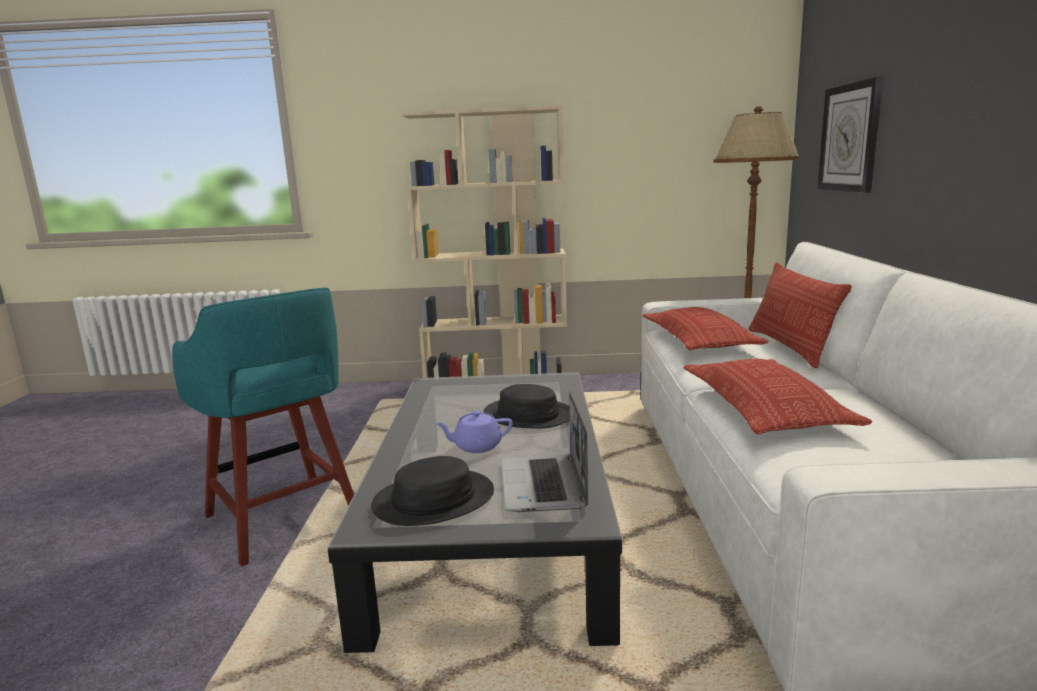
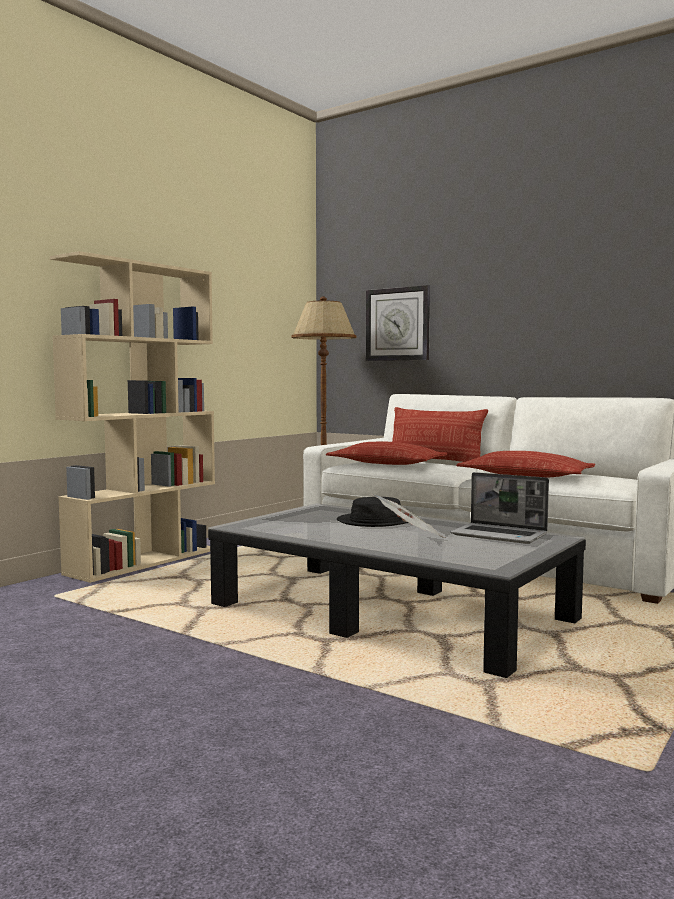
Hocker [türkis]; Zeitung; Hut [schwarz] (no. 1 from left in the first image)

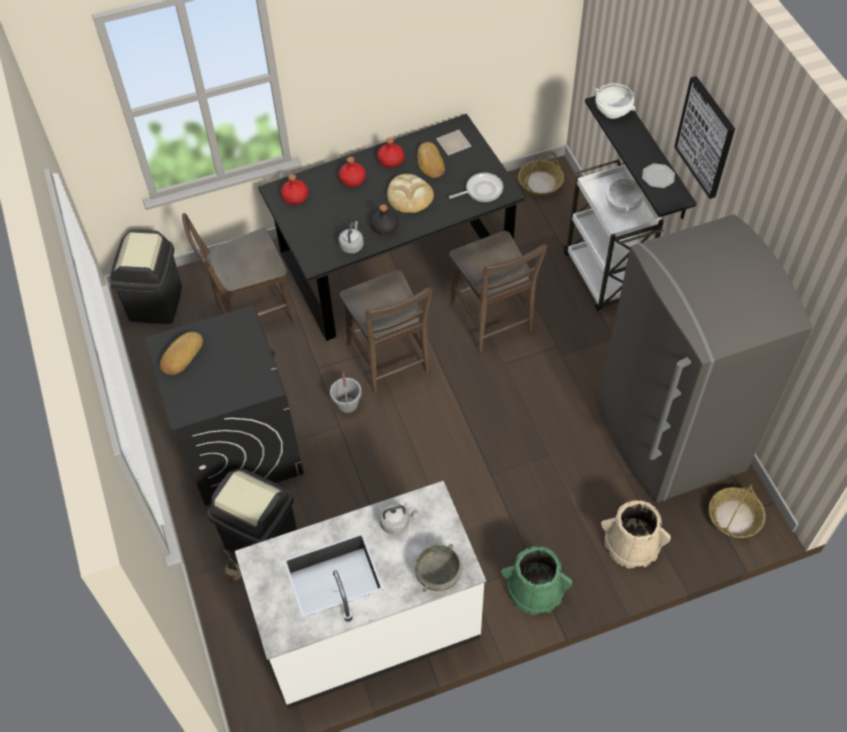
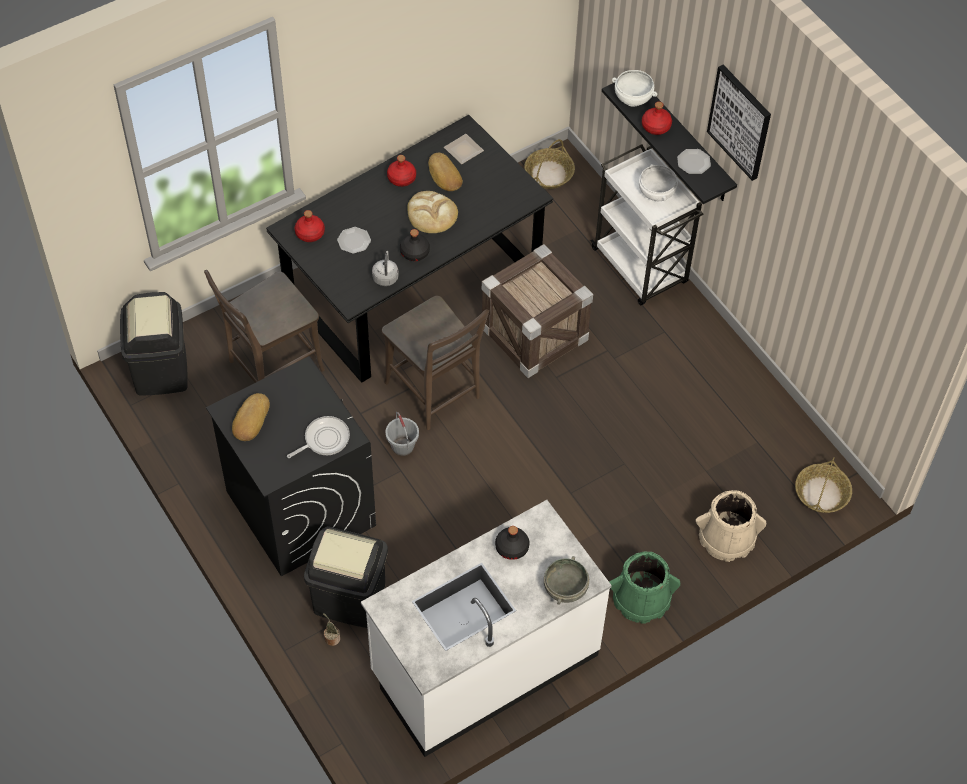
Flasche [rot] (no. 3 from left); Pfanne; Kühlschrank [grau]; Kiste; Flasche [schwarz] (no. 2 from left); Teller (no. 1 from left)

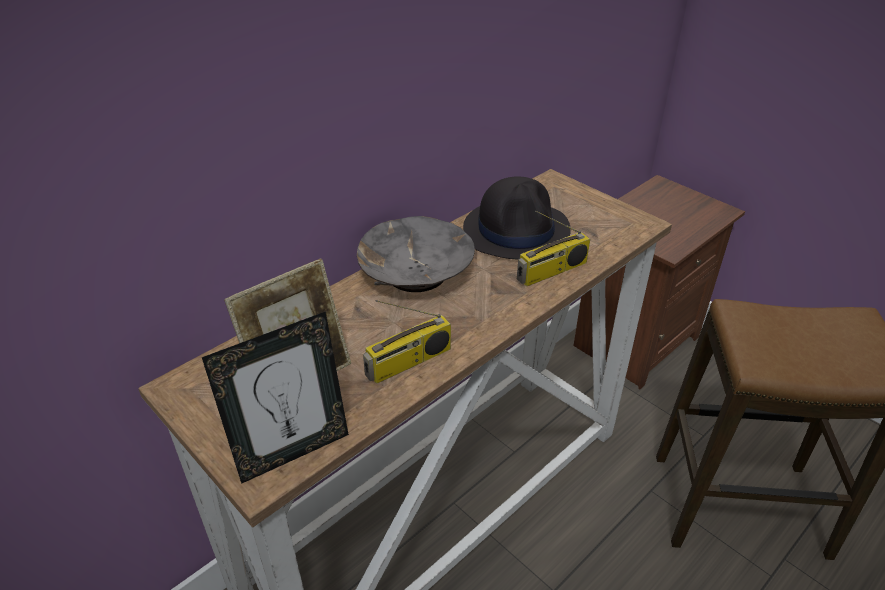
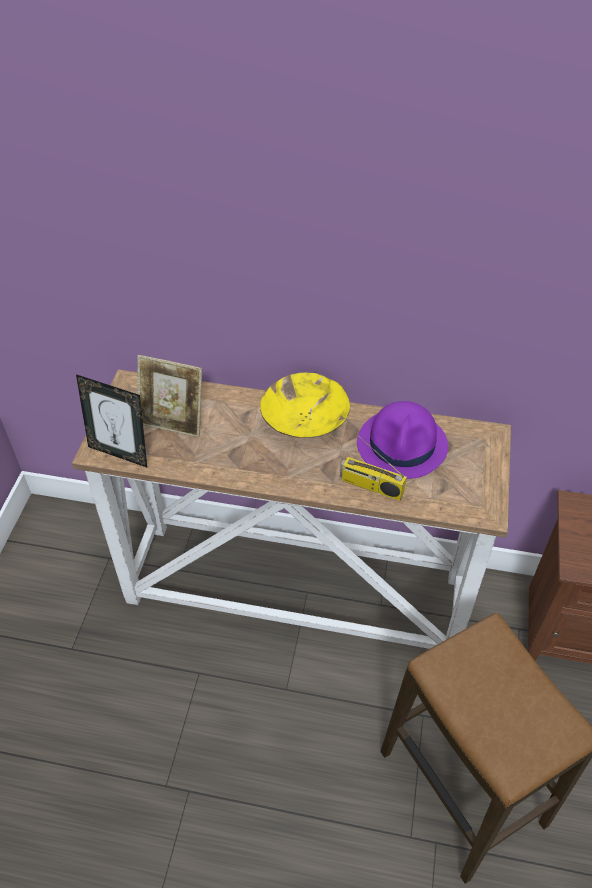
Hut [lila]; Schüssel [gelb]; Radio (no. 1 from left in the first image)

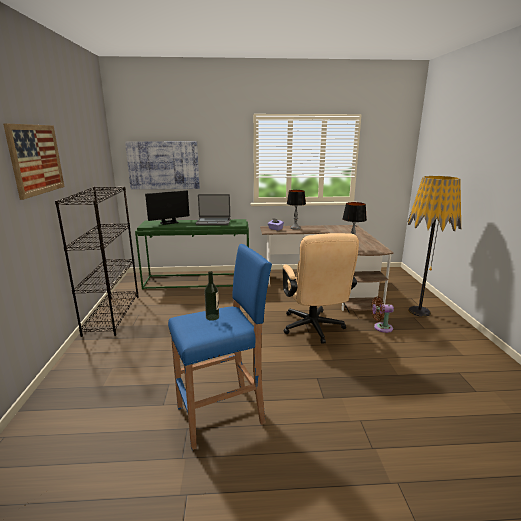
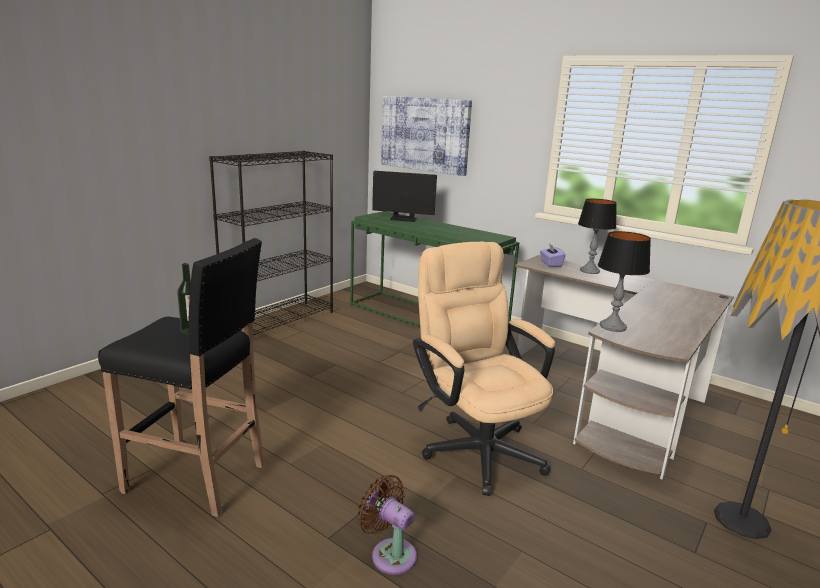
Bild (no. 1 from left in the first image); Laptop; Bürostuhl [beige]; Hocker [schwarz]; Ventilator [braun]

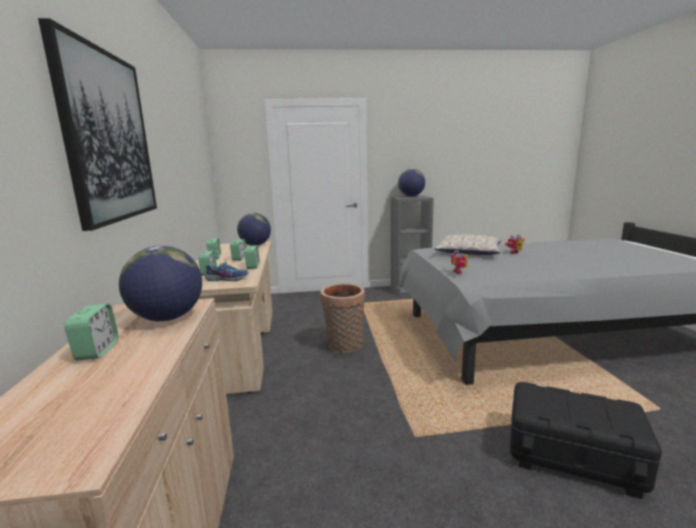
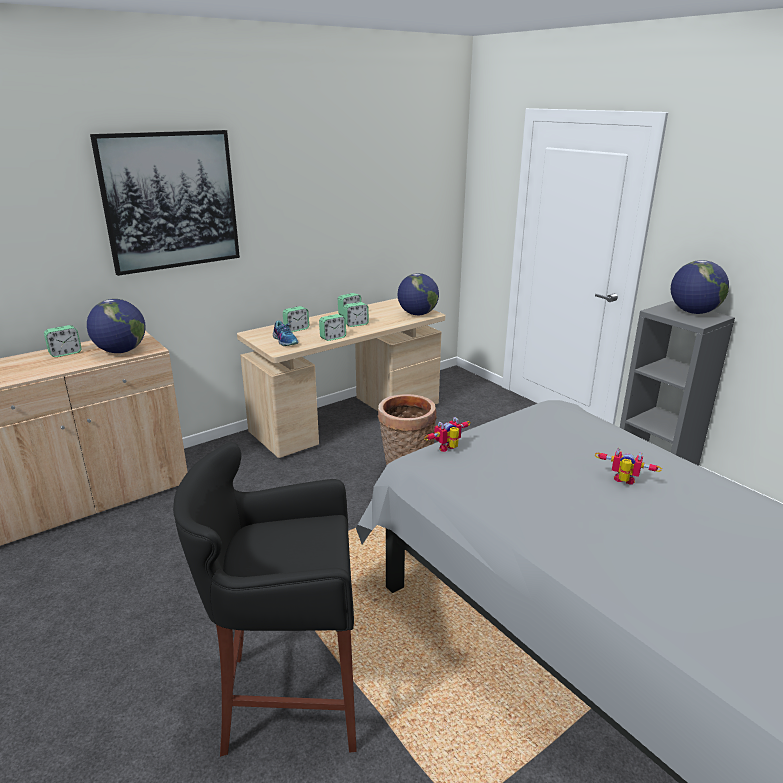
Kissen; Hocker [schwarz]

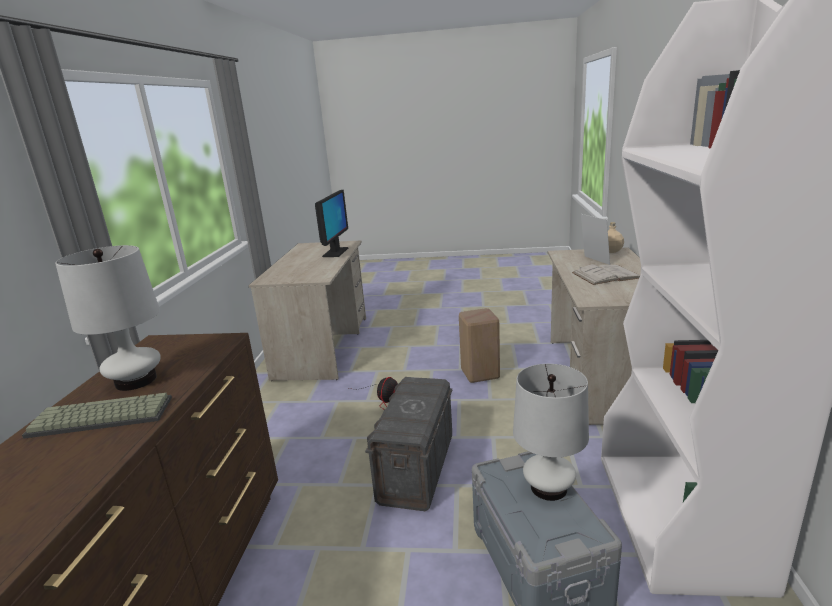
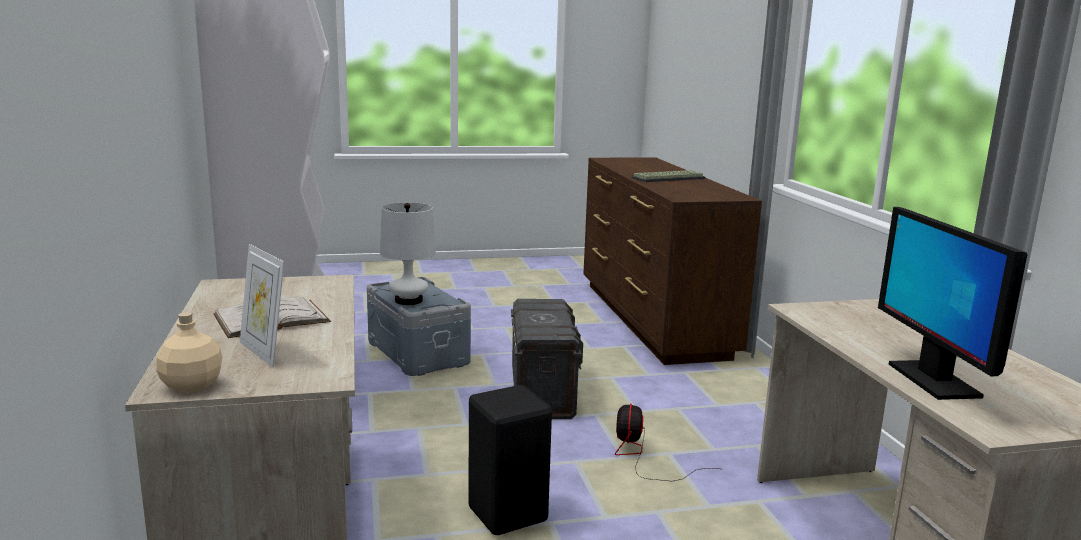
Tischlampe [weiß] (no. 1 from left in the first image); Hocker [schwarz]

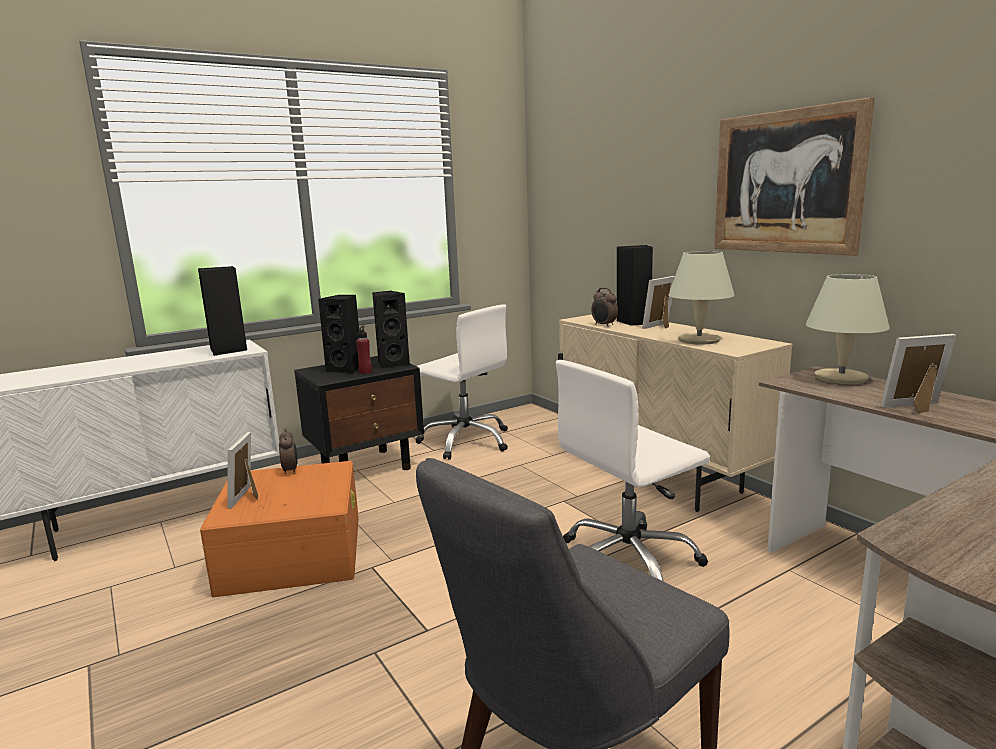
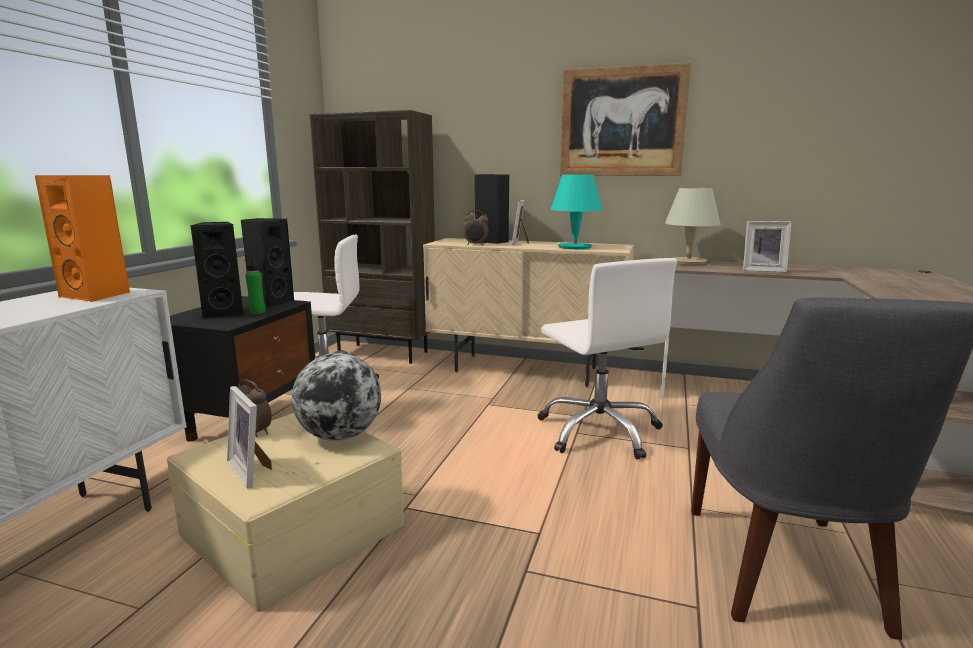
Tischlampe [türkis]; Lautsprecher [orange]; Flasche [grün]; Bilderrahmen (no. 3 from left); Bürostuhl [weiß] (no. 2 from left); Aufbewahrungsbox [beige]; Bücherregal [braun]; Globus

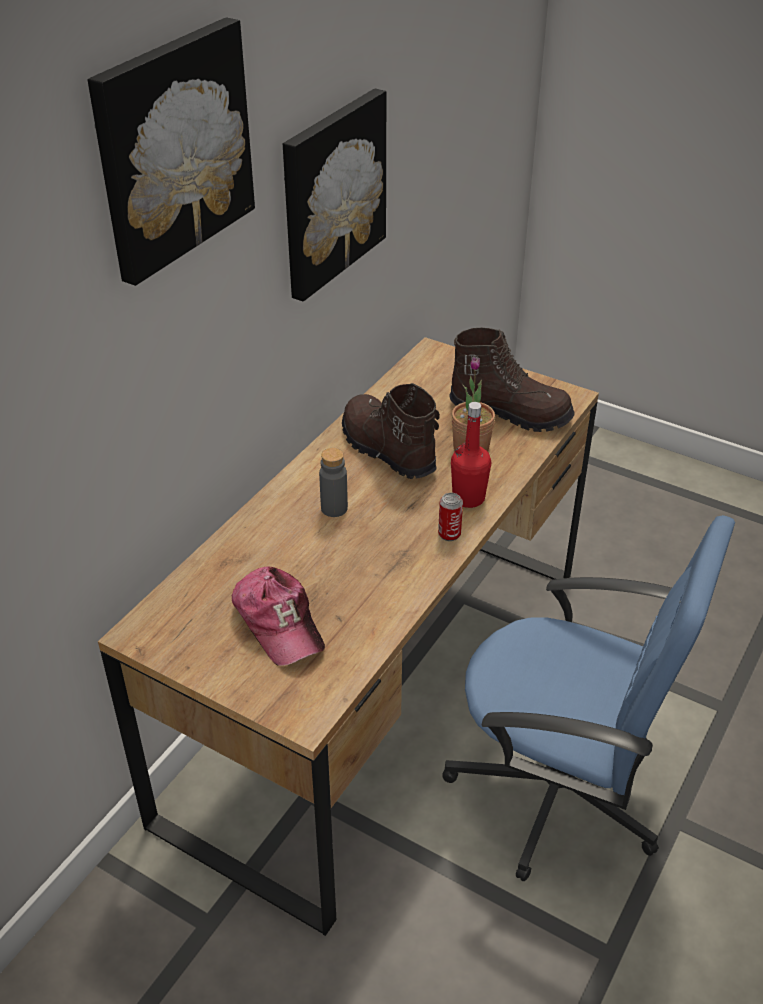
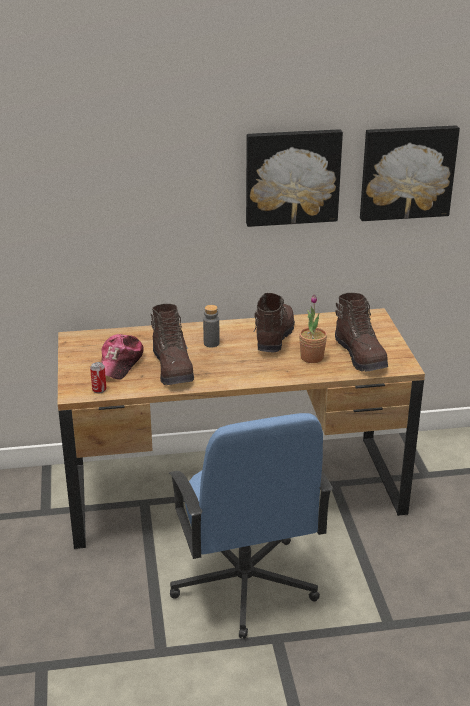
Bild (no. 2 from left); Flasche [rot]; Dose; Stiefel [braun] (no. 1 from left)

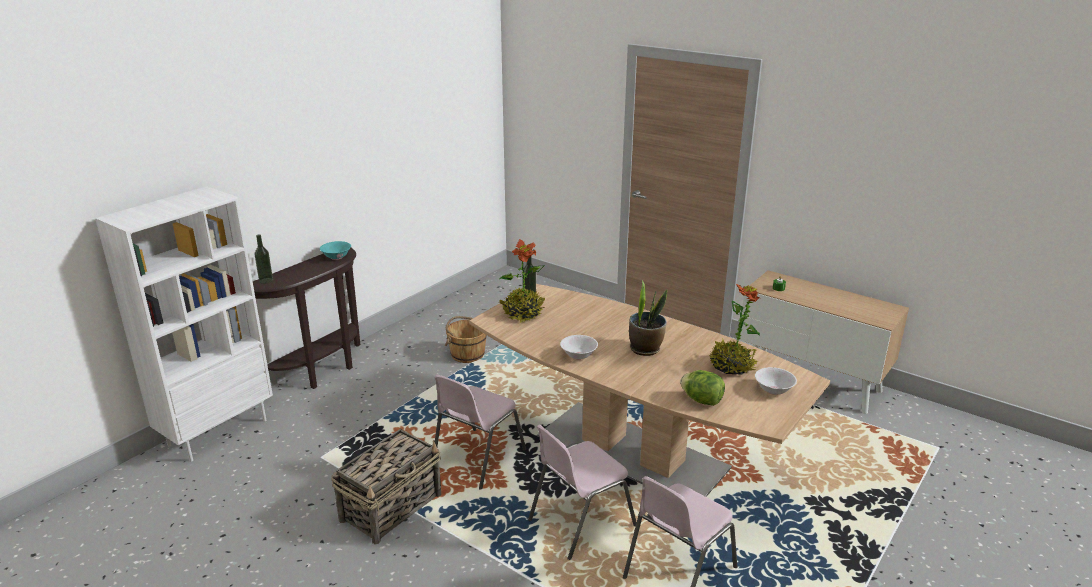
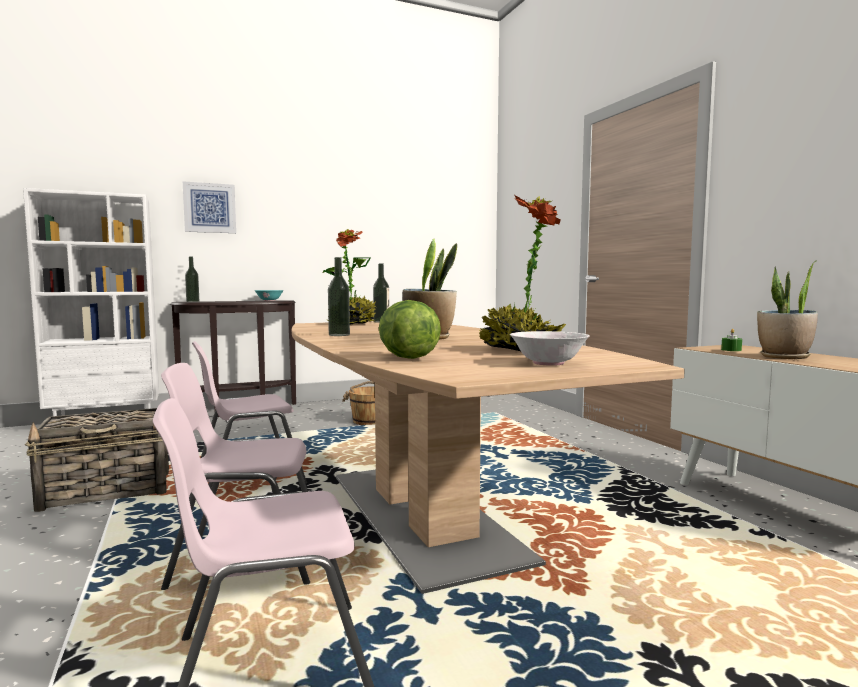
Flasche (no. 2 from left); Bild; Topfpflanze (no. 4 from left)

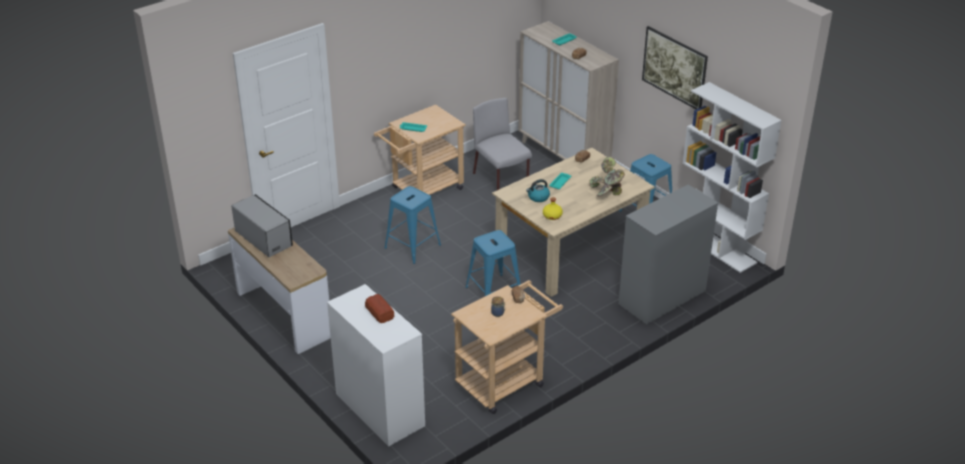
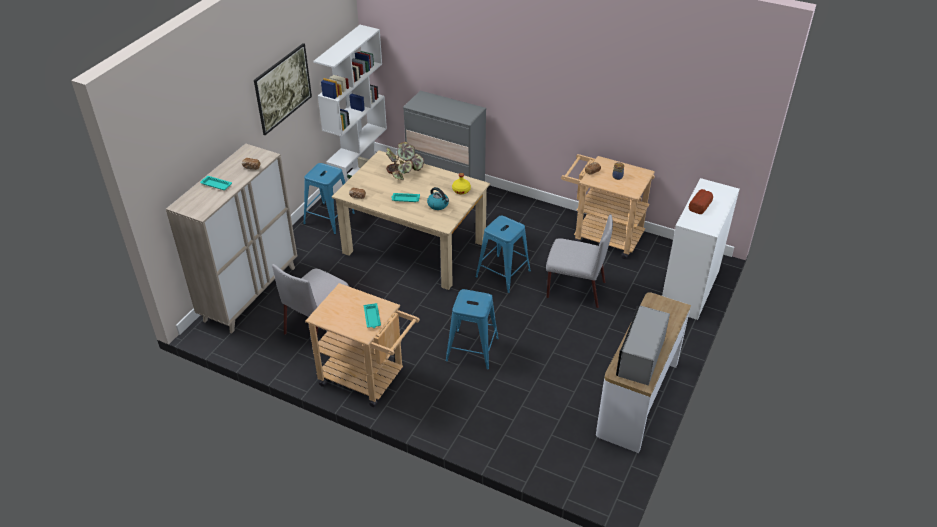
Stuhl [grau] (no. 2 from left)

